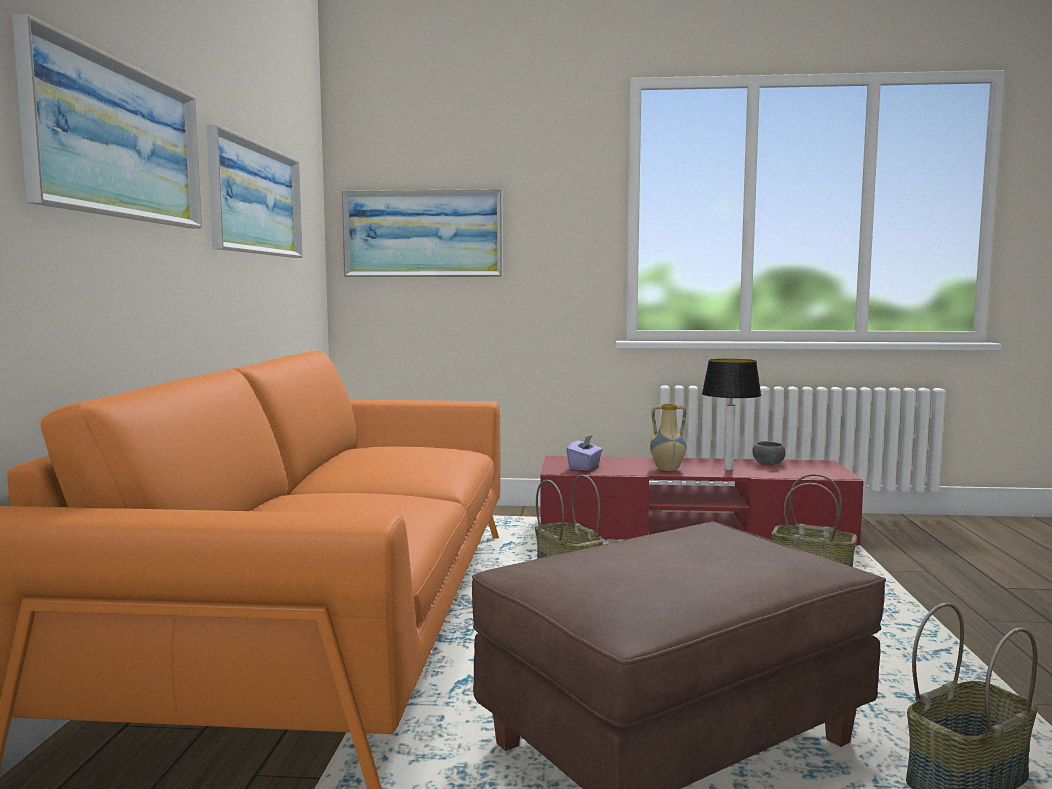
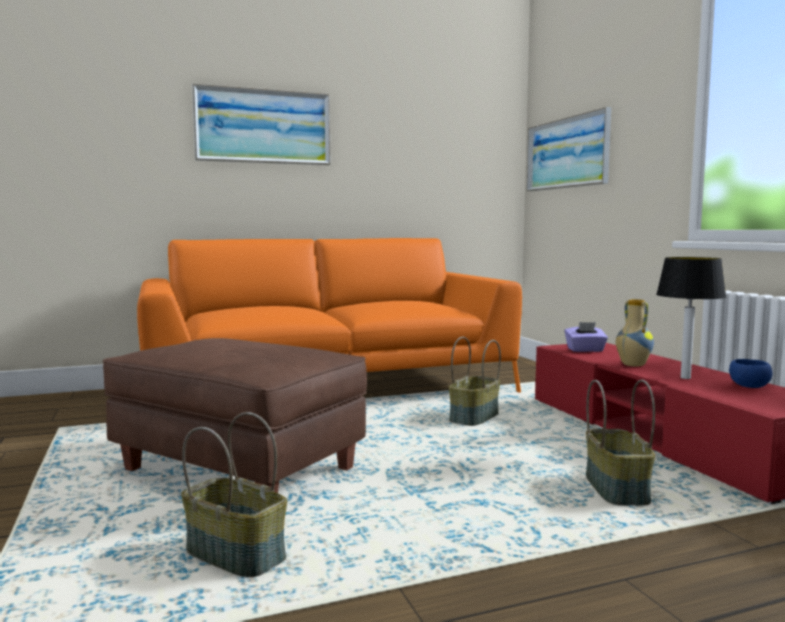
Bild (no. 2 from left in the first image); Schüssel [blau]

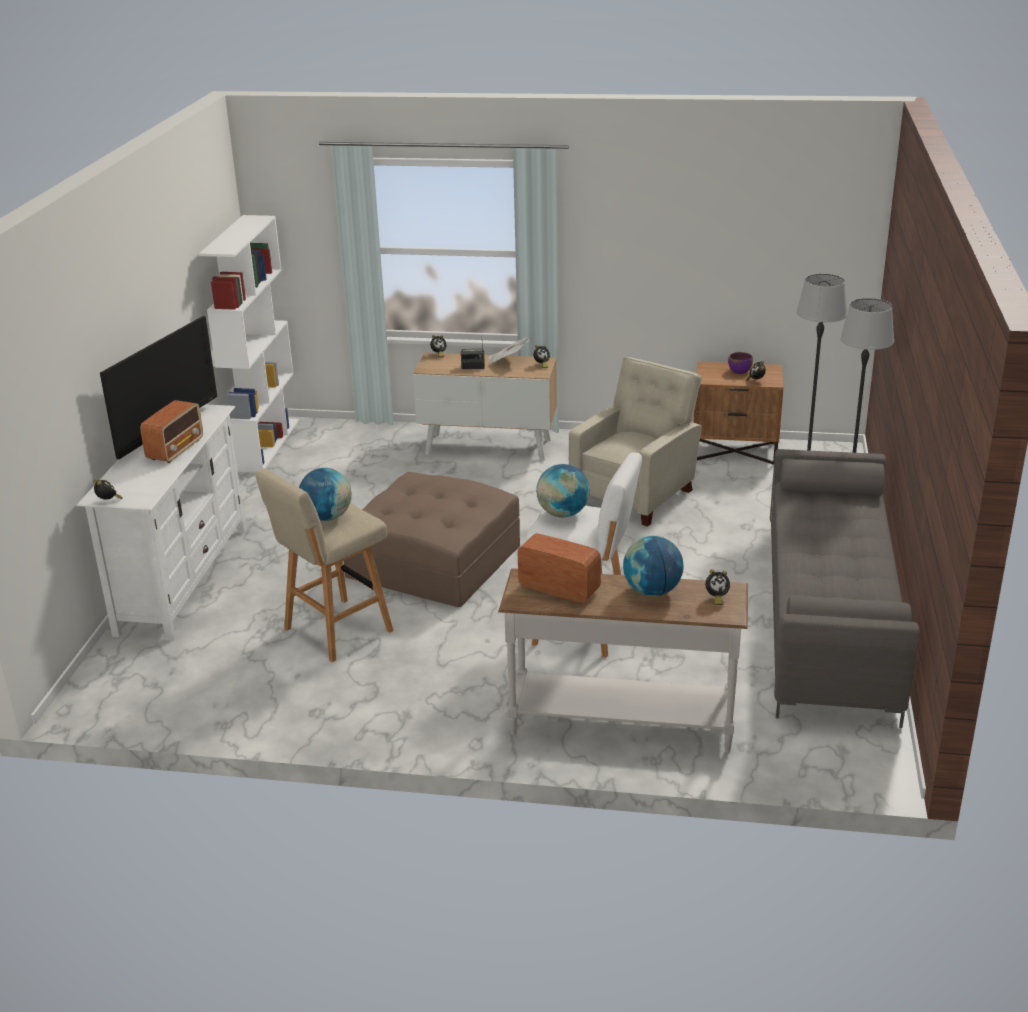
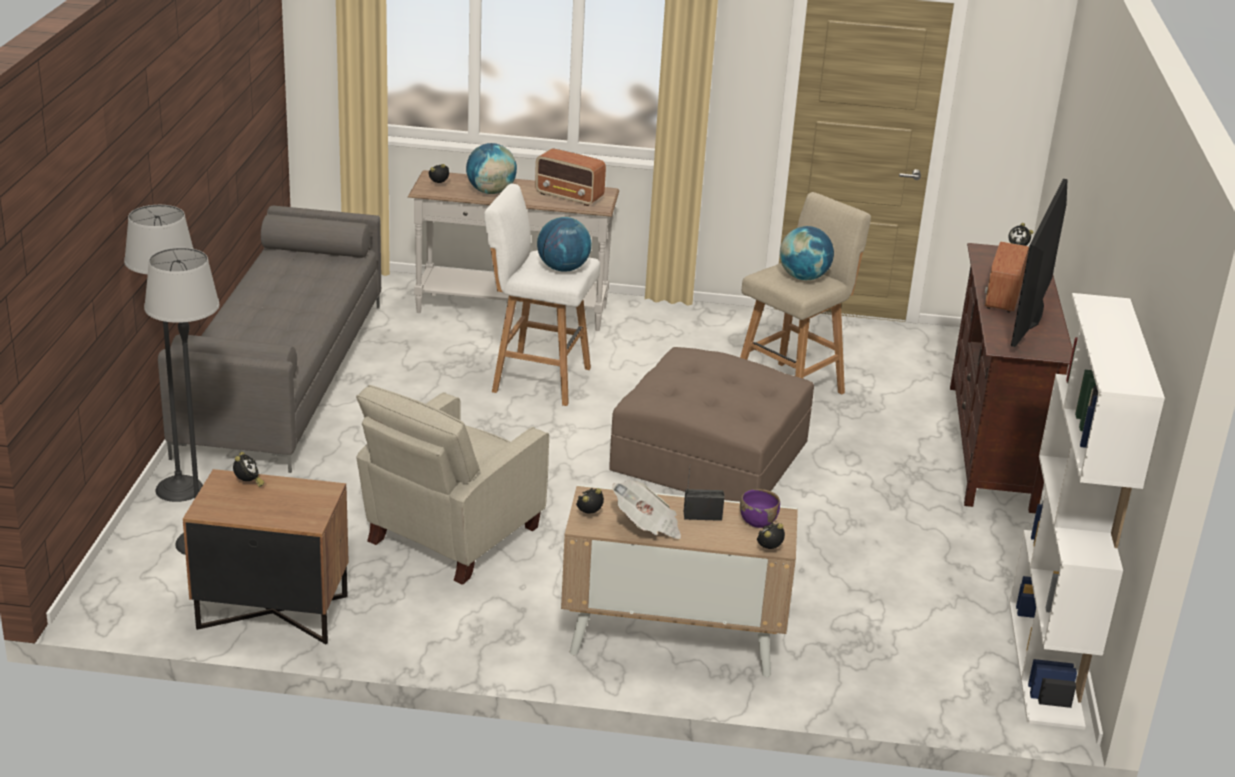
Schüssel [lila]; Fernsehschrank [braun]

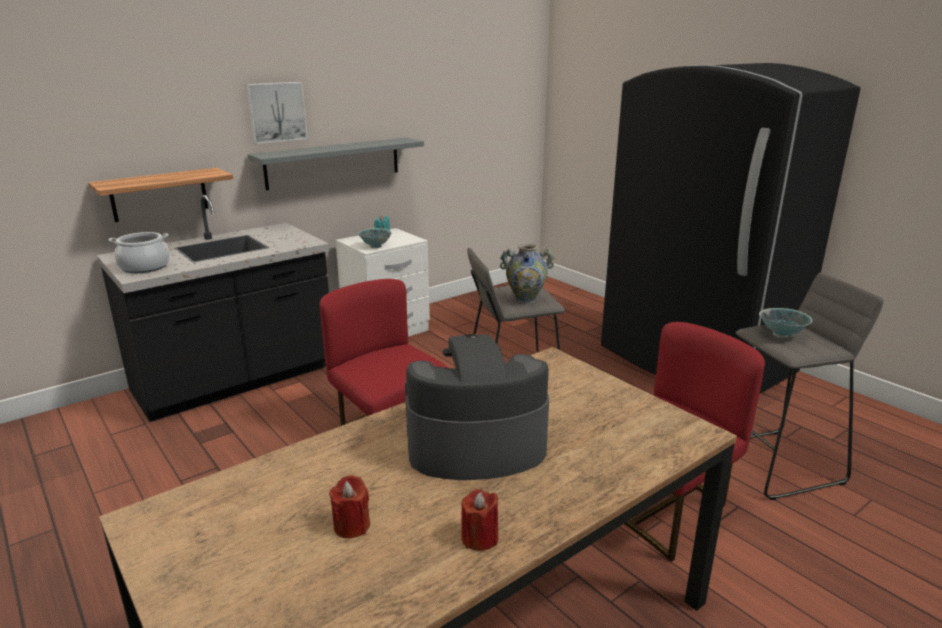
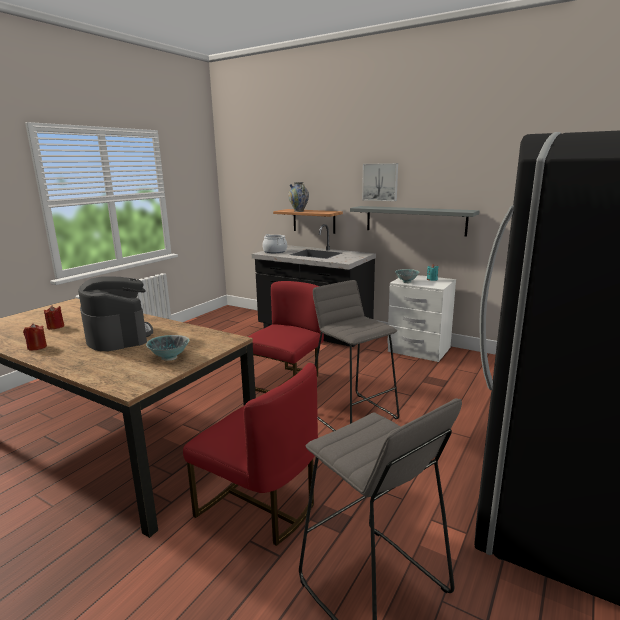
Vase; Schüssel (no. 1 from left)

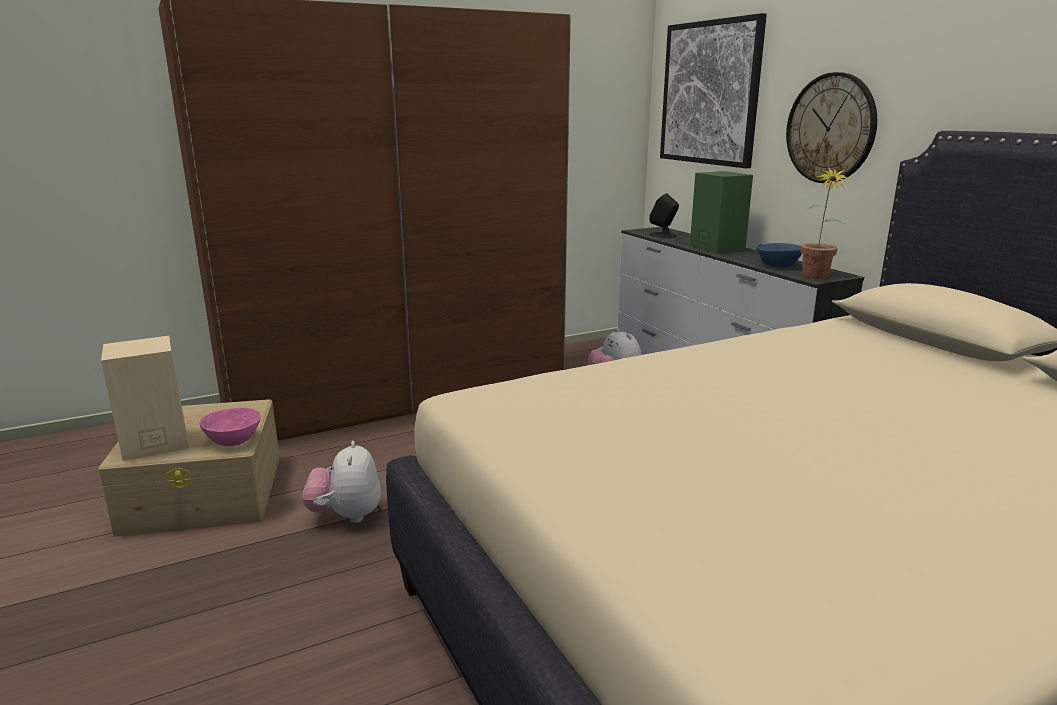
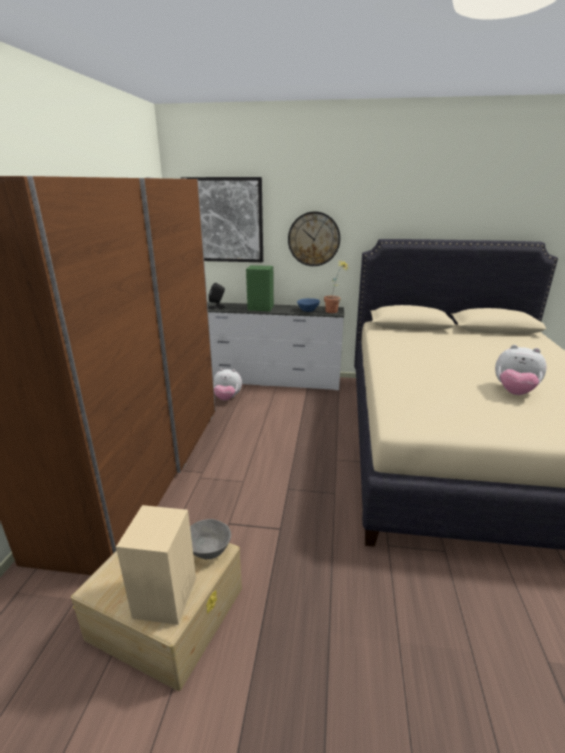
Schüssel [grau]; Plüschtier (no. 2 from left)

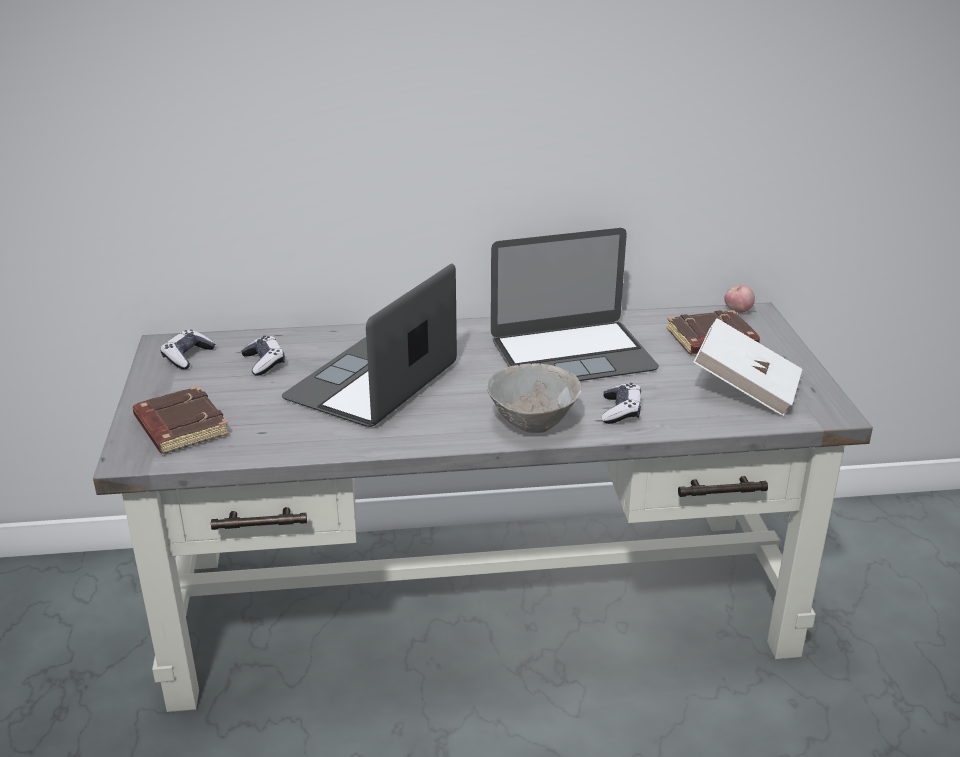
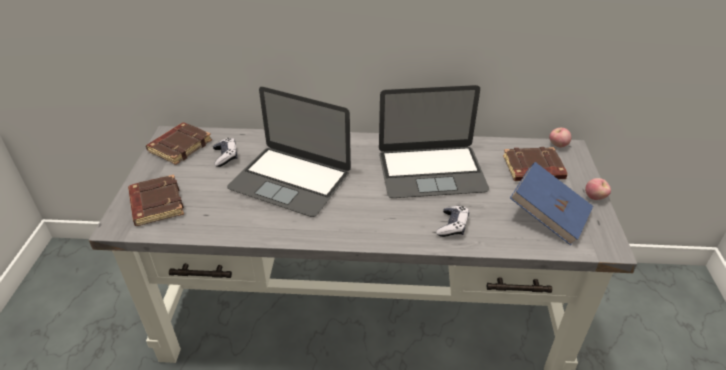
Laptop (no. 1 from left); Buch [blau]; Buch [braun] (no. 2 from left); Schüssel [grau]; Apfel (no. 2 from left)

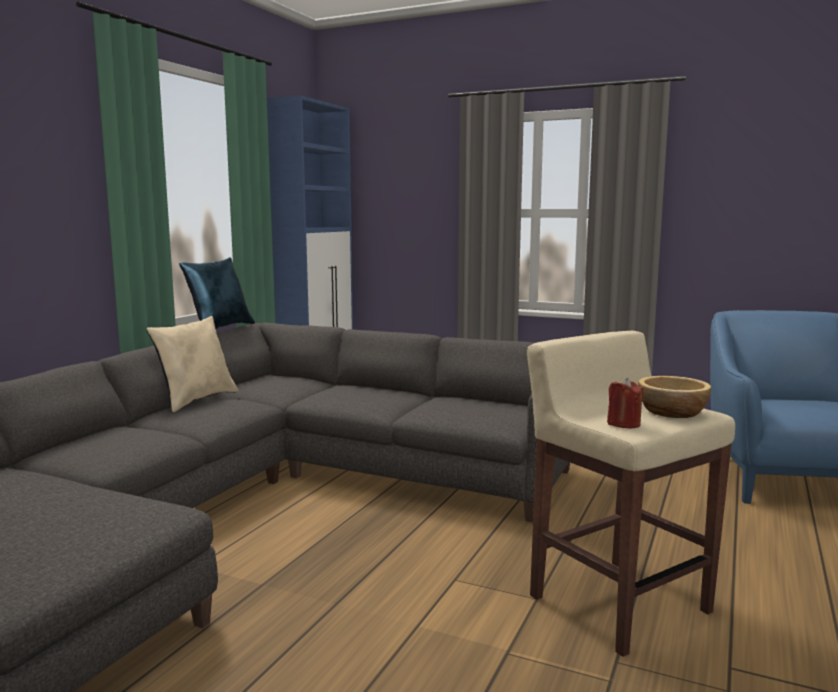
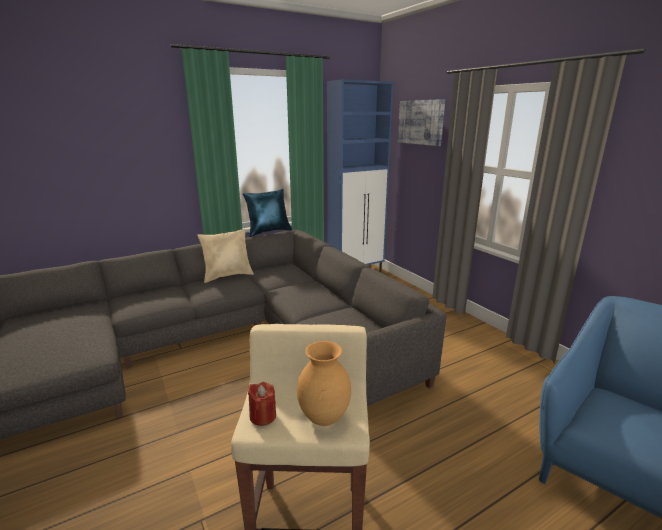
Vase [braun]; Bild

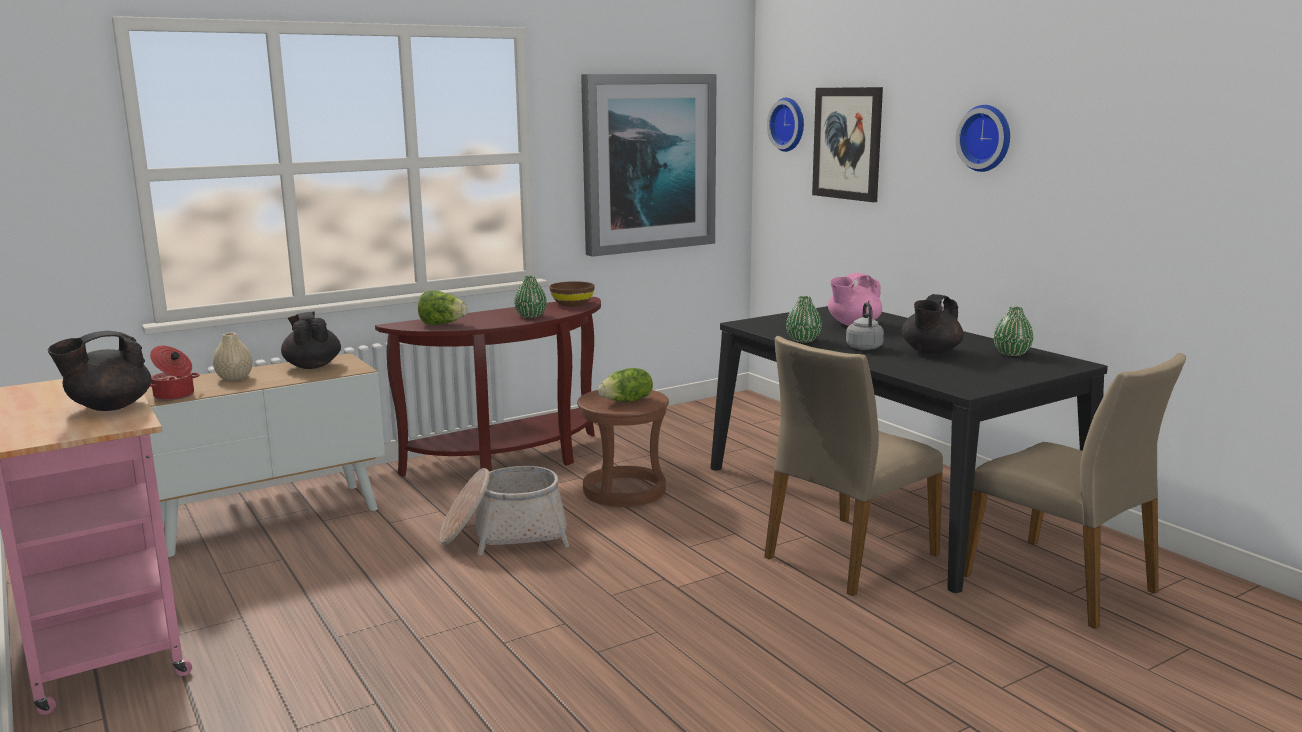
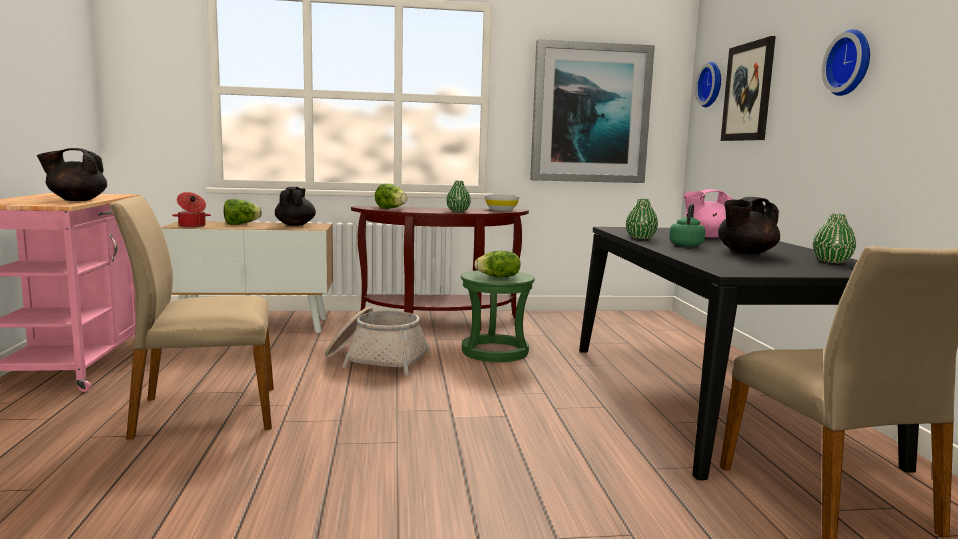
Schüssel [weiß]; Wasserkessel [grün]; Salatkopf (no. 1 from left); Stuhl [beige] (no. 1 from left); Hocker [grün]

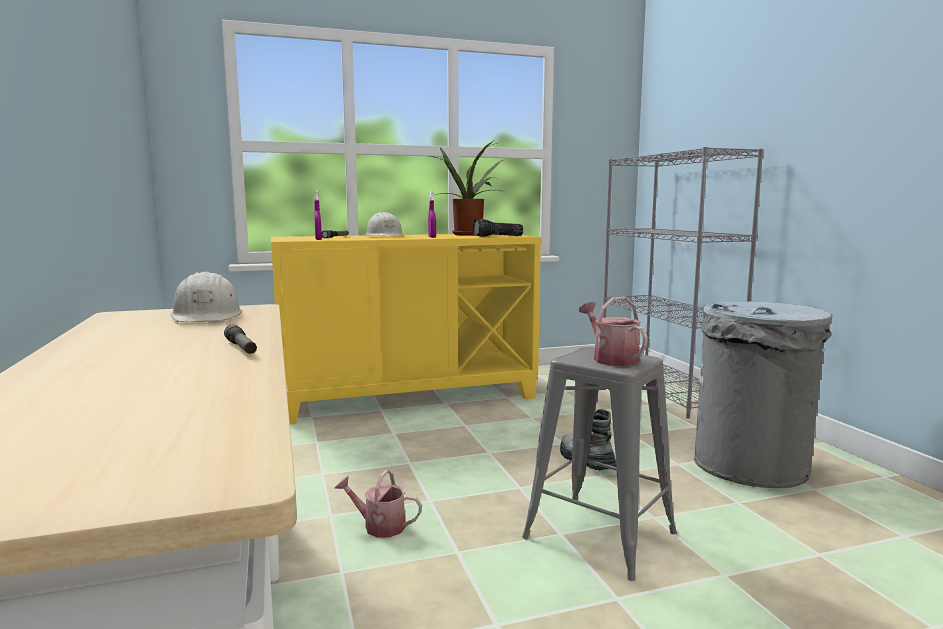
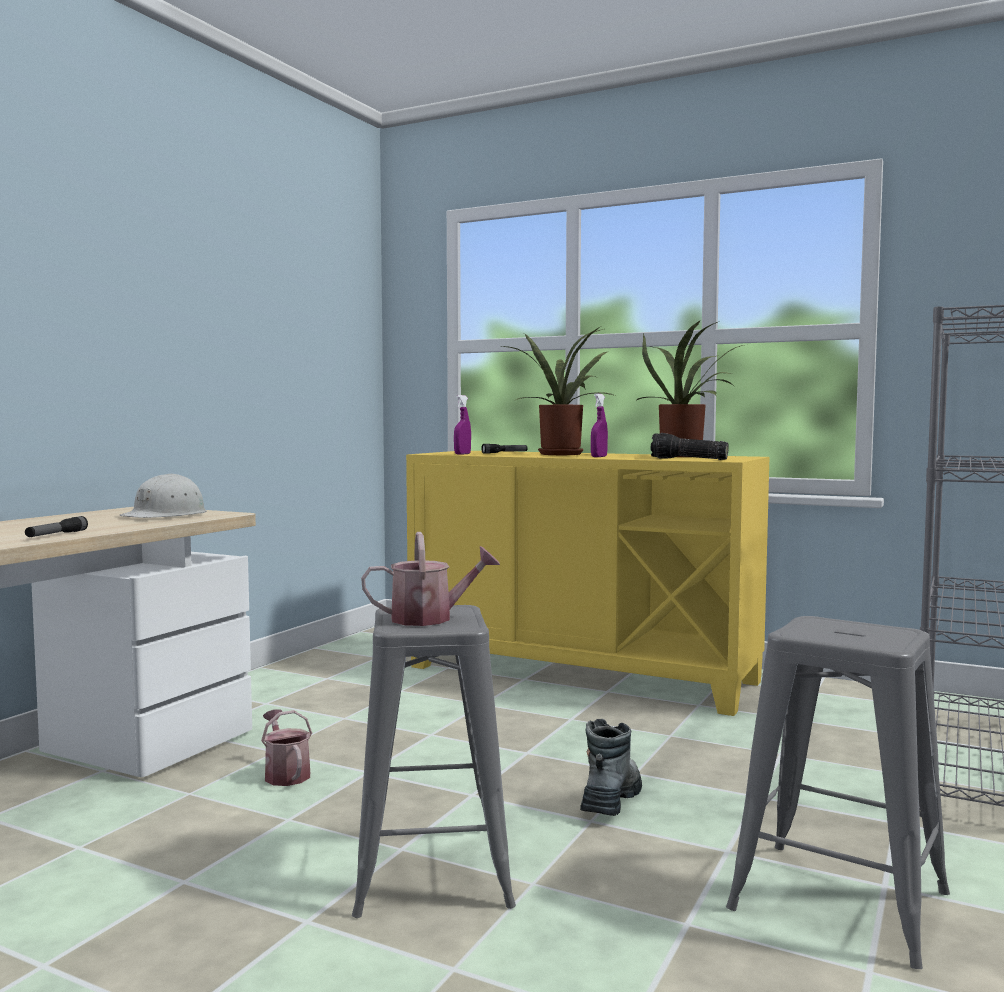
Topfpflanze (no. 1 from left); Gießkanne (no. 2 from left); Hocker [grau] (no. 2 from left)

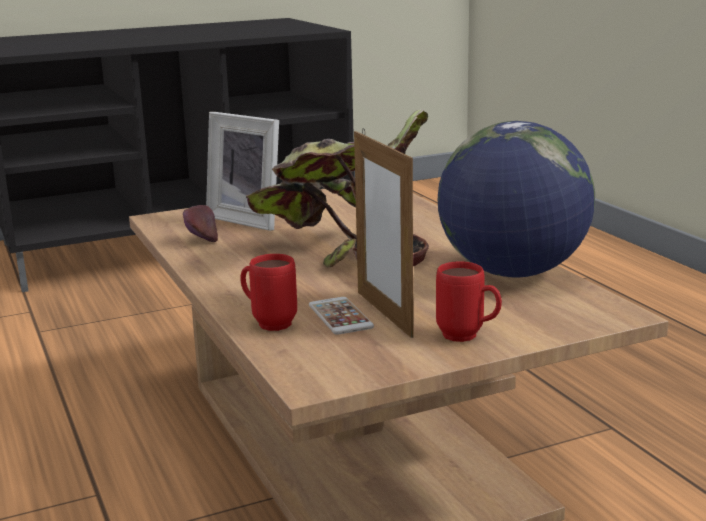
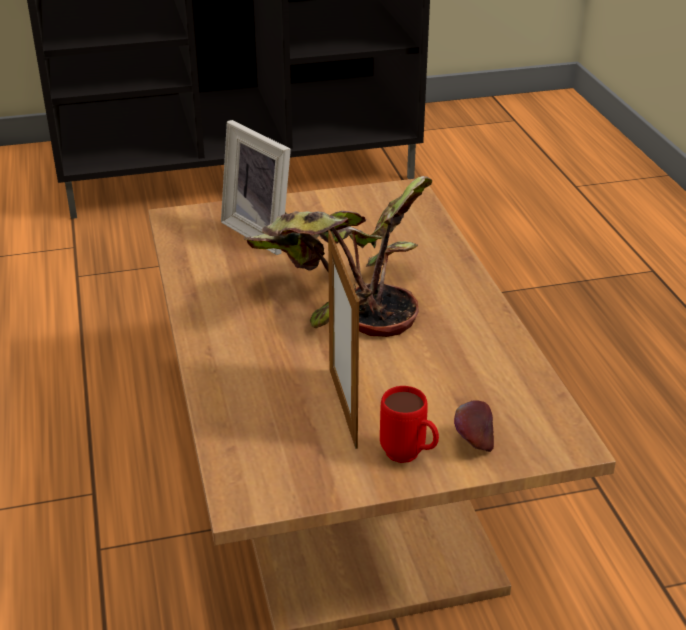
Globus; Apfel; Henkelbecher [rot] (no. 1 from left in the first image); Handy

